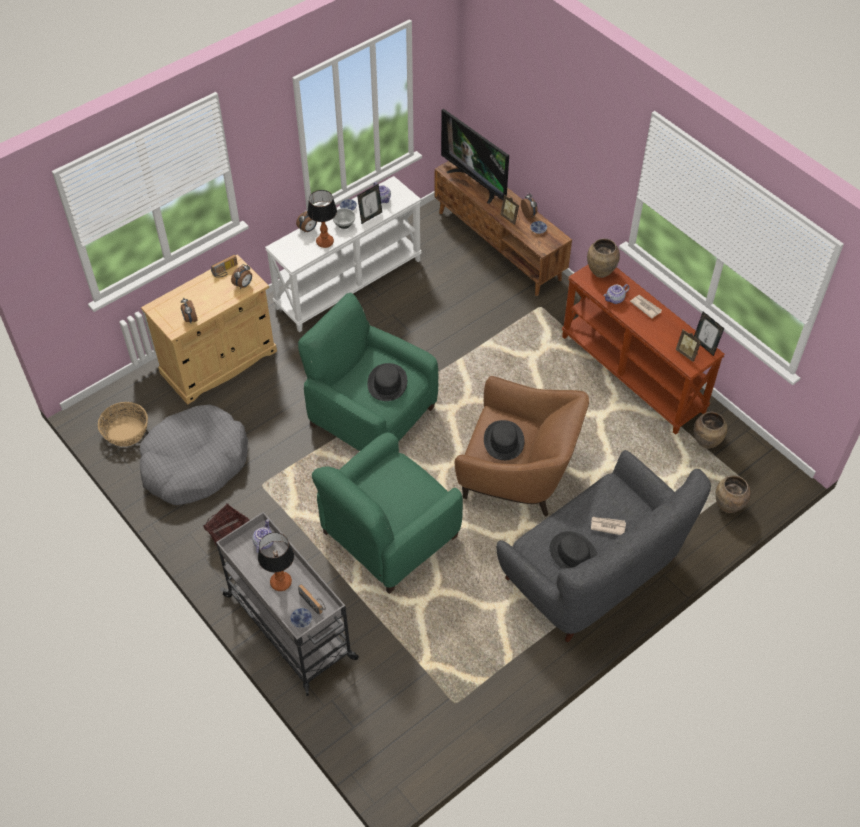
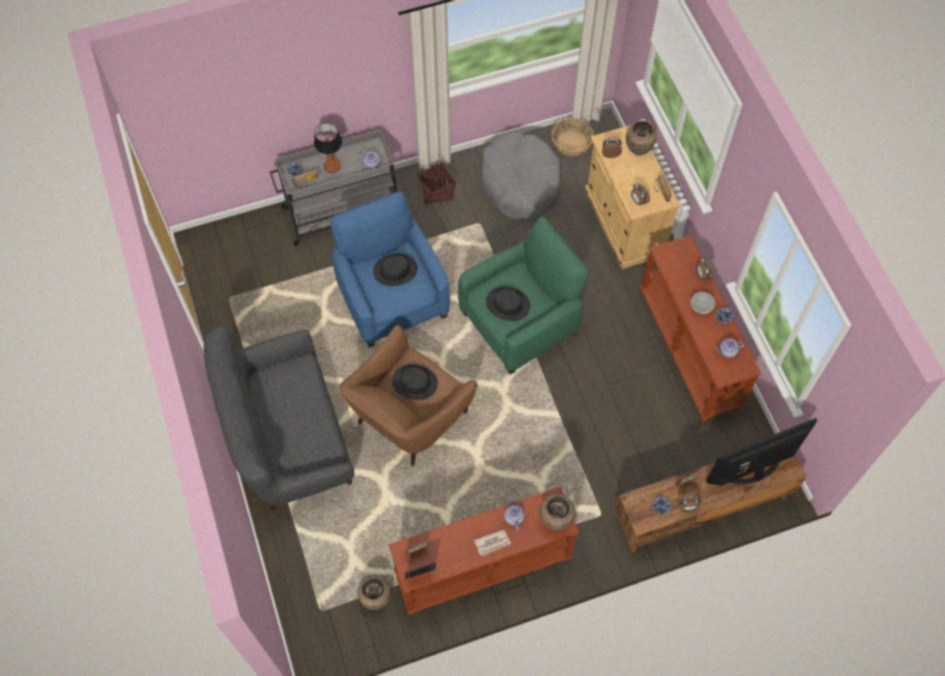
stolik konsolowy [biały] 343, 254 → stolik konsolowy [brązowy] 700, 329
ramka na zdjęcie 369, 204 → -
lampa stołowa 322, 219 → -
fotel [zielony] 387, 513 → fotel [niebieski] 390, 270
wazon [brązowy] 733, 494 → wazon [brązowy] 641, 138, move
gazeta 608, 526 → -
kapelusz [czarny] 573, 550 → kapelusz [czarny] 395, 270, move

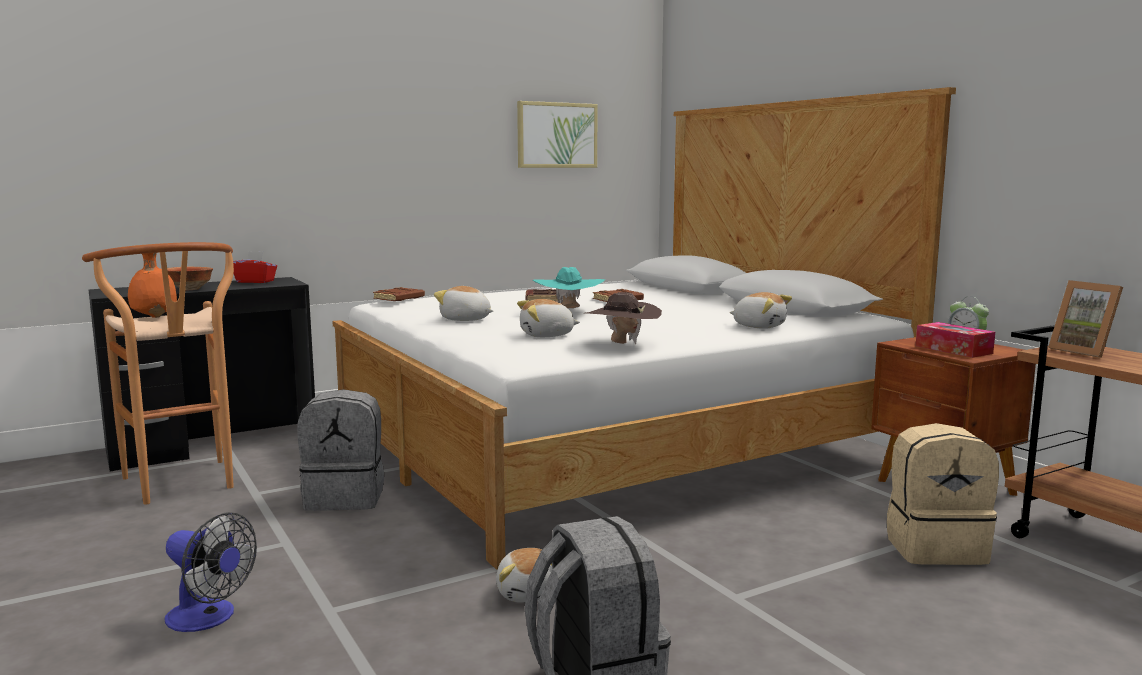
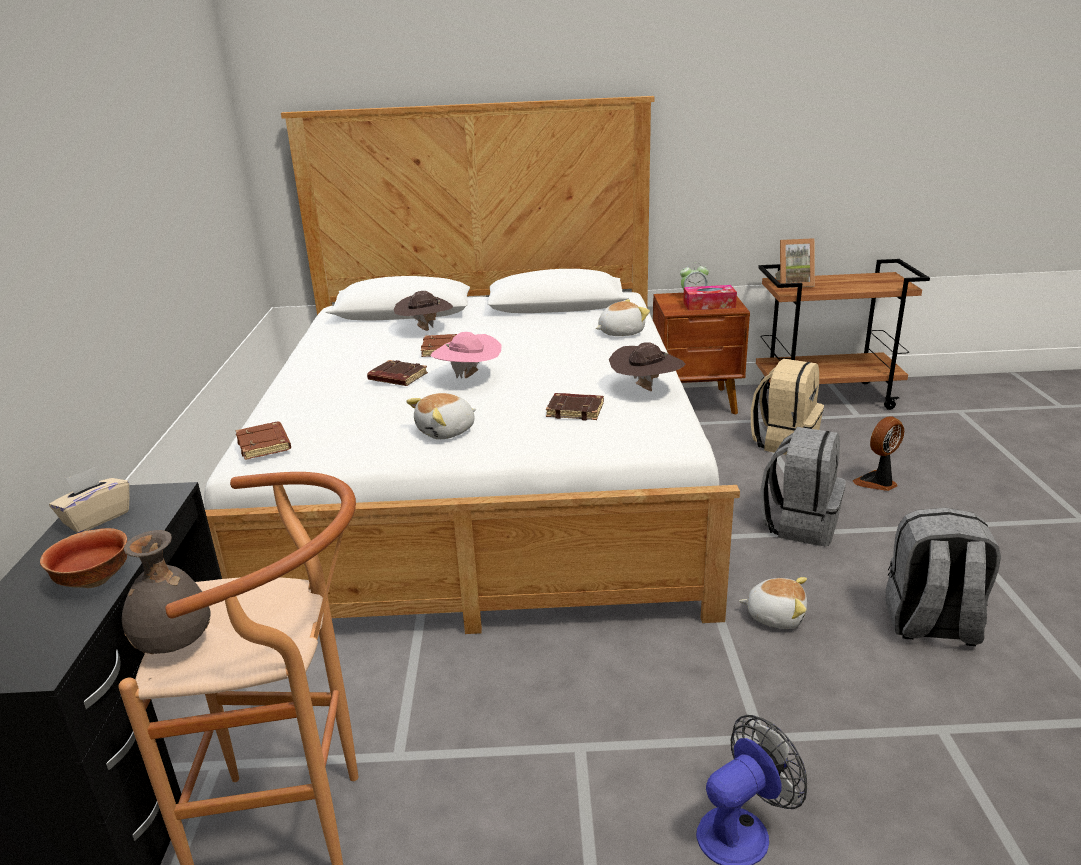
obraz 557, 134 → -
pudełko chusteczek [czerwony] 255, 267 → pudełko chusteczek [beżowy] 89, 500
wazon [pomarańczowy] 152, 285 → wazon [szary] 166, 592
kapelusz [turkusowy] 569, 287 → kapelusz [różowy] 465, 355
pluszak 548, 318 → książka [brązowy] 575, 407
plecak [szary] 340, 450 → plecak [szary] 803, 486, move
- → kapelusz [brązowy] 423, 311
- → wentylator 878, 453

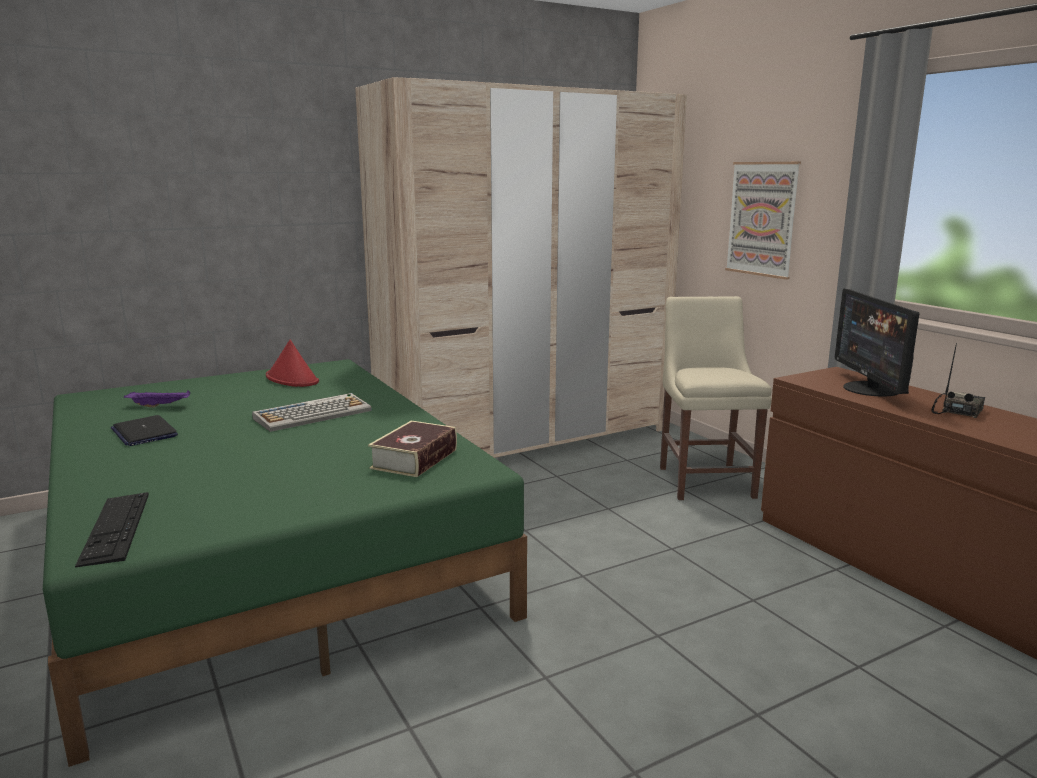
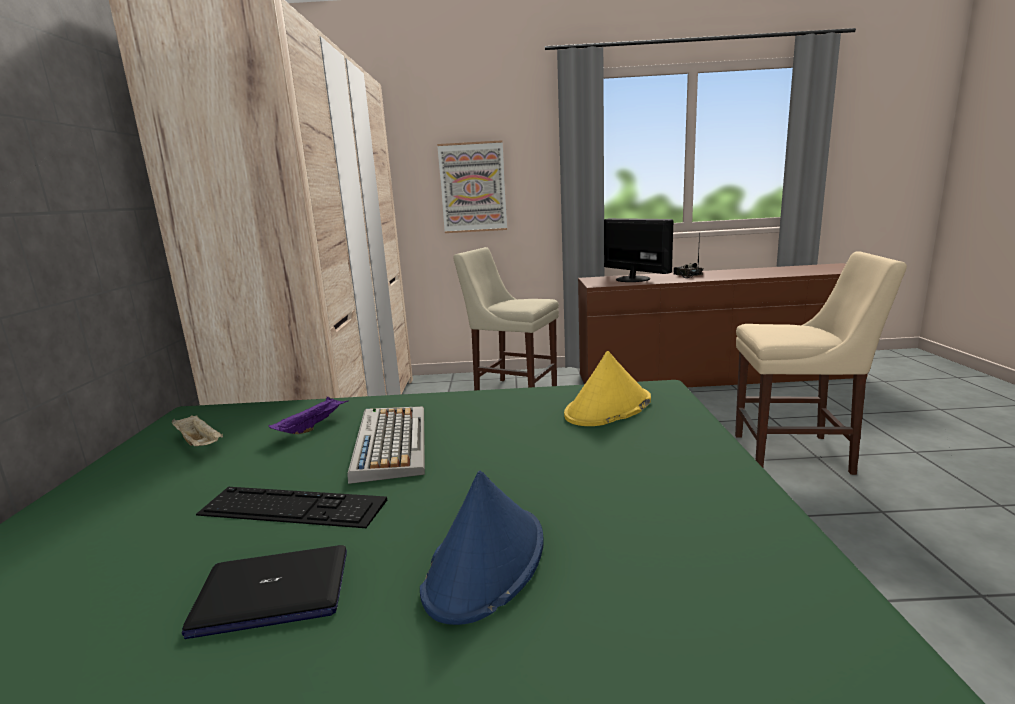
monitor 877, 343 → monitor 638, 250, 150 degrees counterclockwise
kapelusz [czerwony] 292, 363 → taca [beżowy] 197, 430
taca [fioletowy] 157, 398 → taca [fioletowy] 309, 415, move
książka 412, 449 → kapelusz [żółty] 607, 388
klawiatura 112, 529 → klawiatura 291, 507, move
- → krzesło [beżowy] 821, 363
- → kapelusz [niebieski] 482, 548

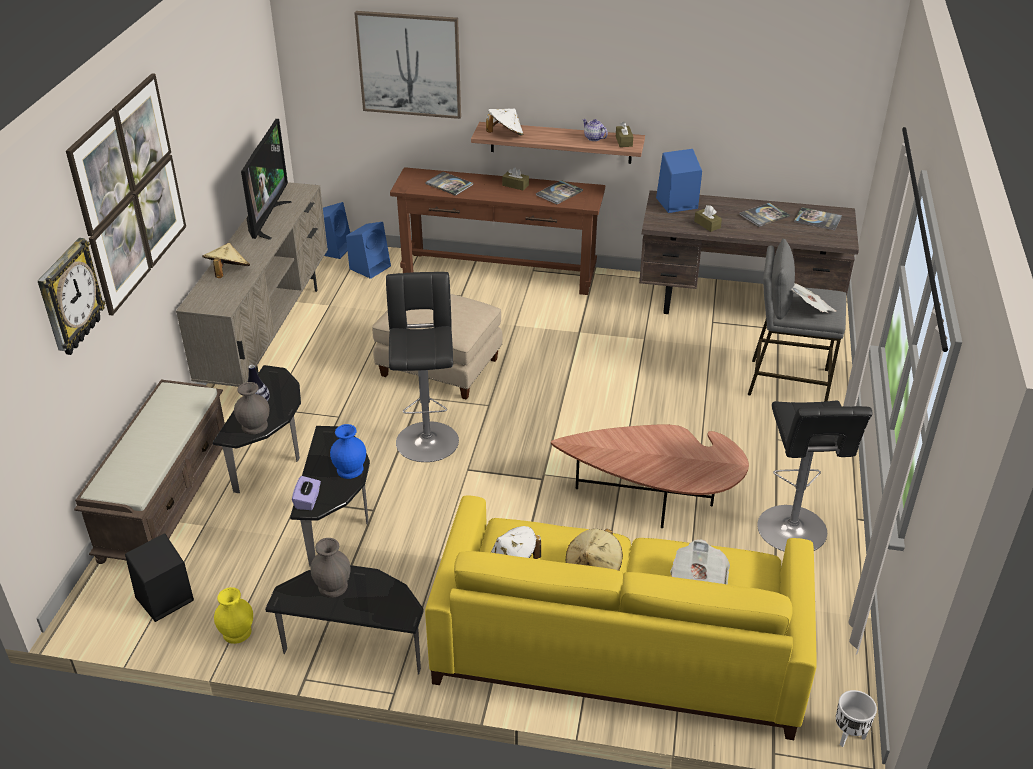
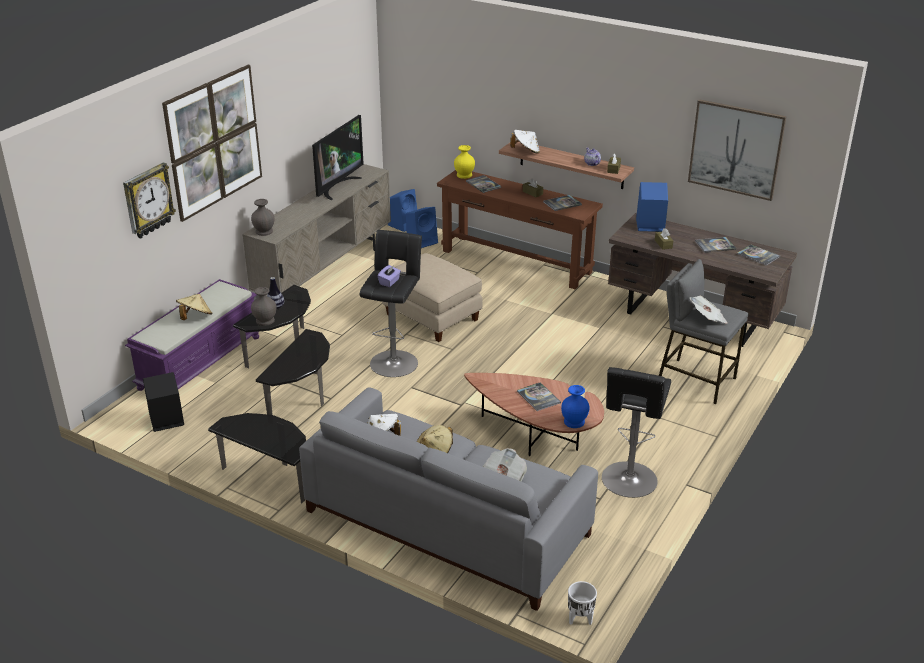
obraz 408, 65 → obraz 737, 150, move
kapelusz [beżowy] 226, 260 → kapelusz [beżowy] 194, 307, move
ławka [brązowy] 149, 472 → ławka [fioletowy] 192, 335
wazon [niebieski] 348, 451 → wazon [niebieski] 575, 406, move
pudełko chusteczek [fioletowy] 306, 493 → pudełko chusteczek [fioletowy] 389, 276, move
kanapa [żółty] 621, 618 → kanapa [szary] 448, 499
wazon [szary] 330, 568 → wazon [szary] 262, 217, move
wazon [żółty] 233, 615 → wazon [żółty] 464, 162, move
- → książka 539, 396

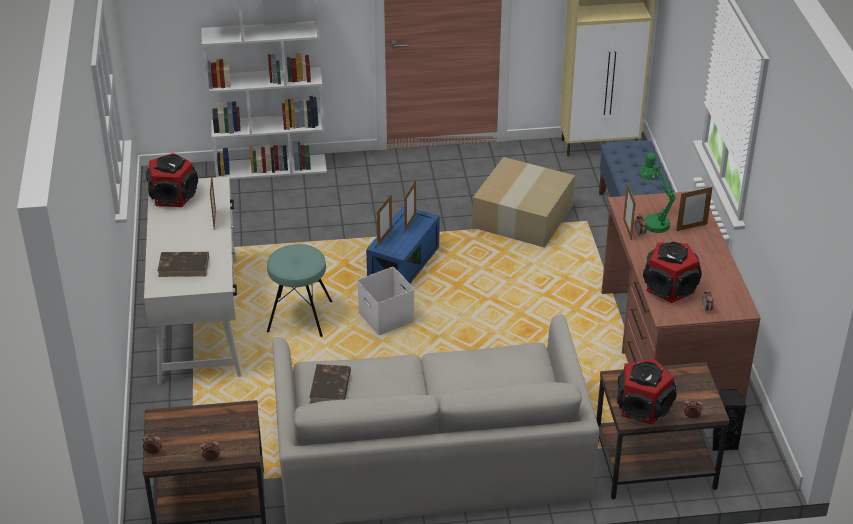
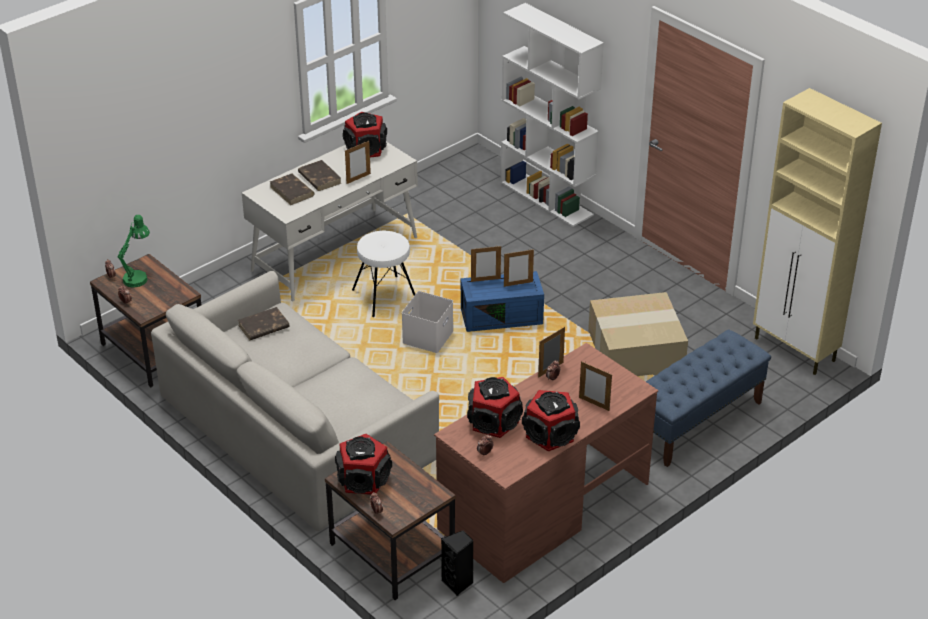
lampa stołowa [zielony] 657, 193 → lampa stołowa [zielony] 134, 251, move
stołek [turkusowy] 300, 290 → stołek [biały] 383, 274
- → książka [brązowy] 319, 175
- → głośnik 551, 420

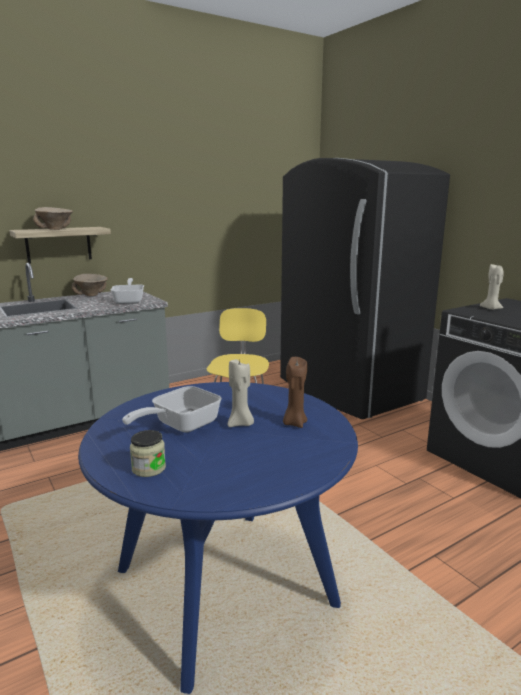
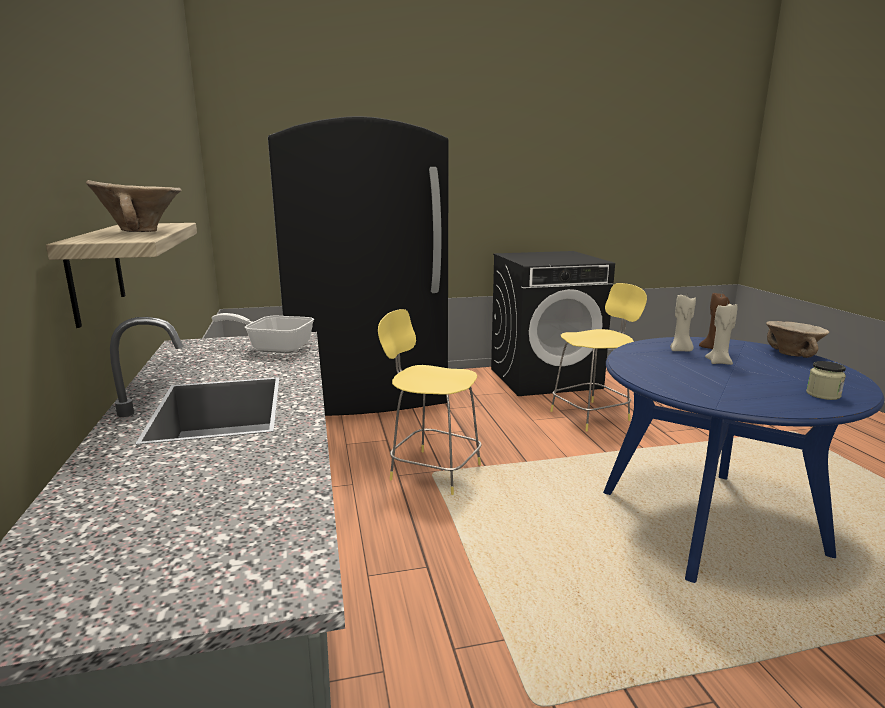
świeca [beżowy] 492, 287 → świeca [beżowy] 683, 323, move
miska [beżowy] 90, 285 → miska [beżowy] 797, 339, move
patelnia 172, 409 → -
- → stołek [żółty] 598, 357

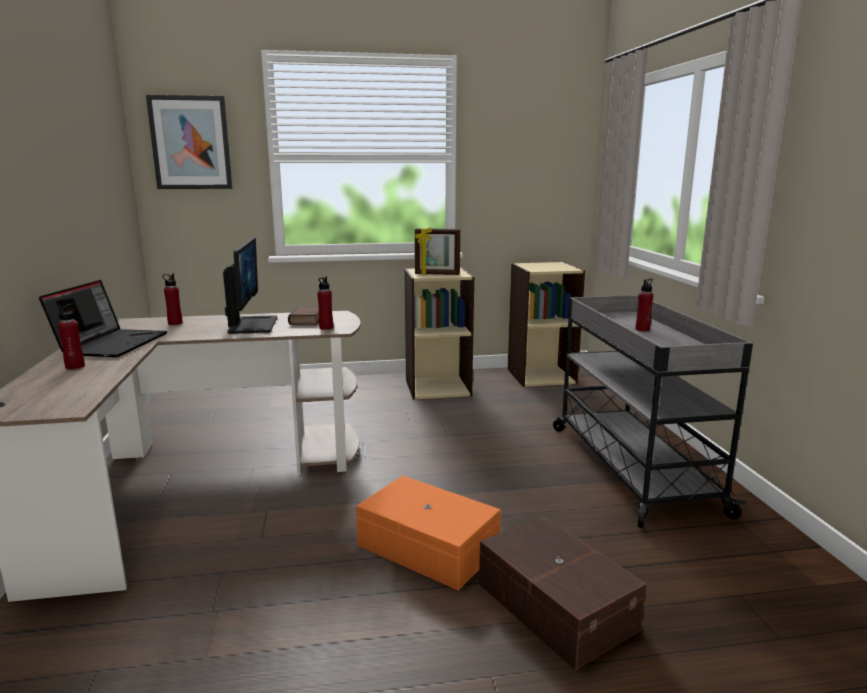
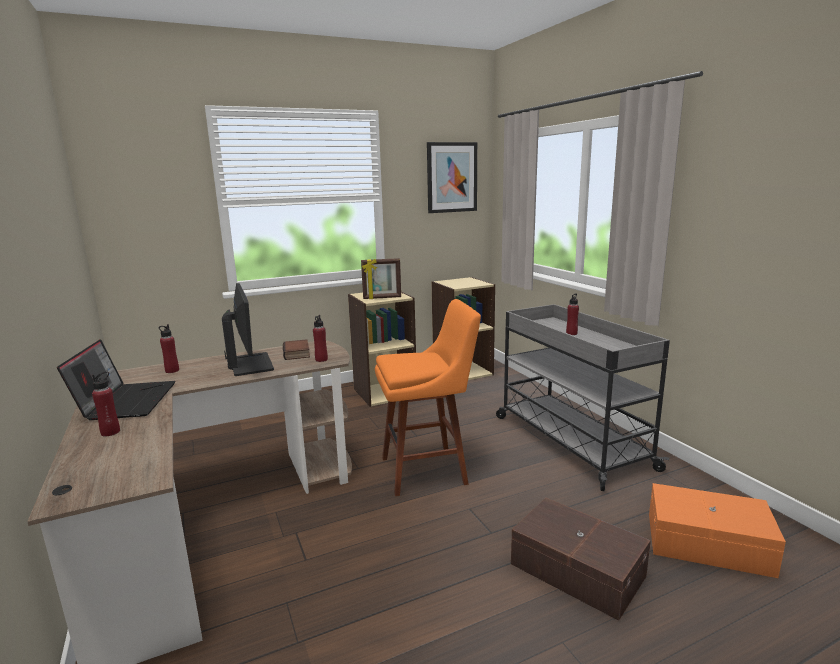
obraz 189, 142 → obraz 452, 177, move
pojemnik do przechowywania [pomarańczowy] 428, 533 → pojemnik do przechowywania [pomarańczowy] 717, 530, move
- → stołek [pomarańczowy] 428, 397

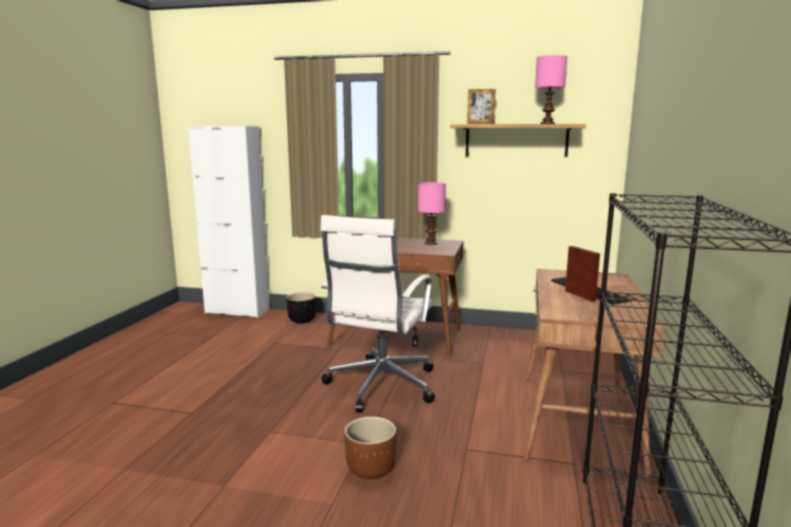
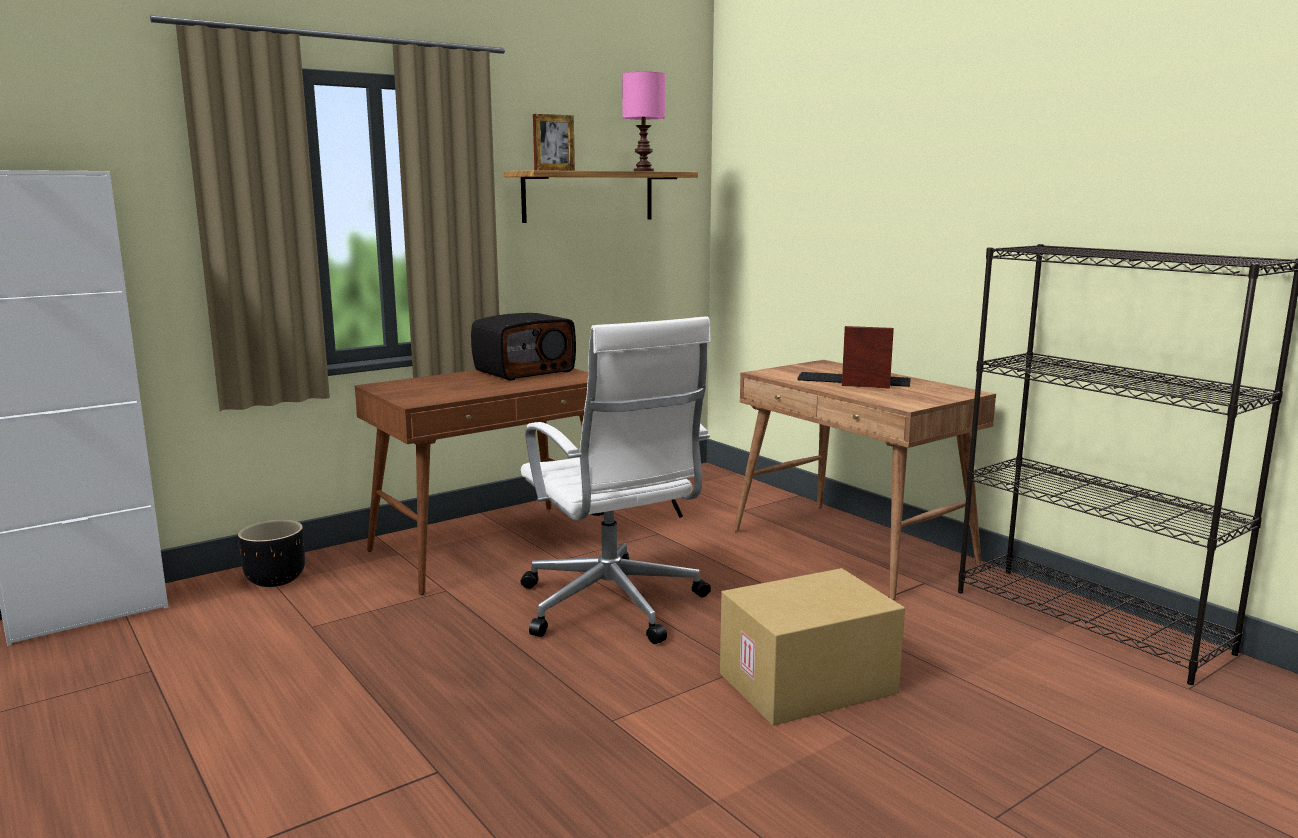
lampa stołowa [różowy] 432, 213 → radio 523, 347
donica [brązowy] 370, 447 → karton 812, 647

